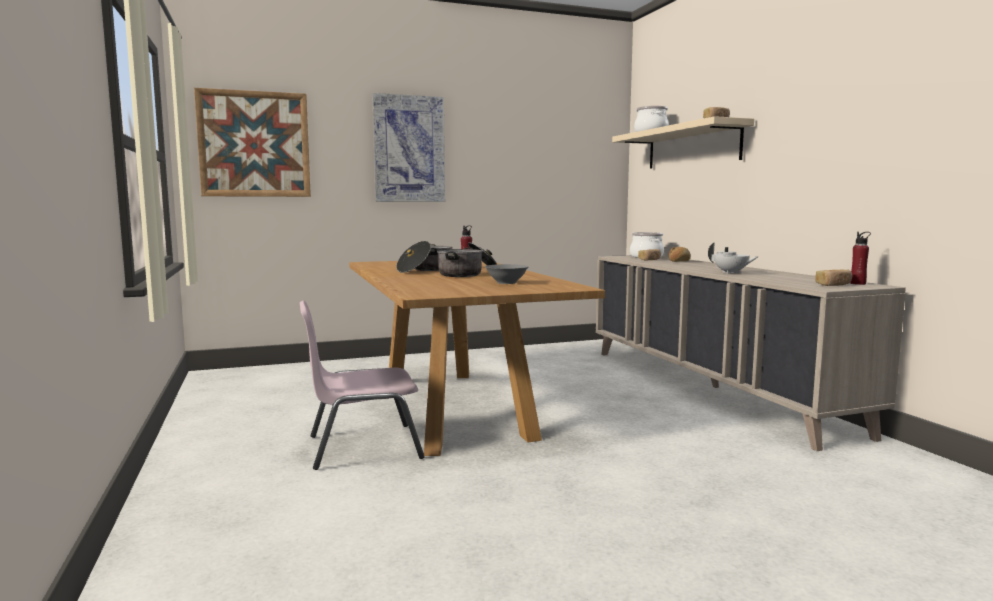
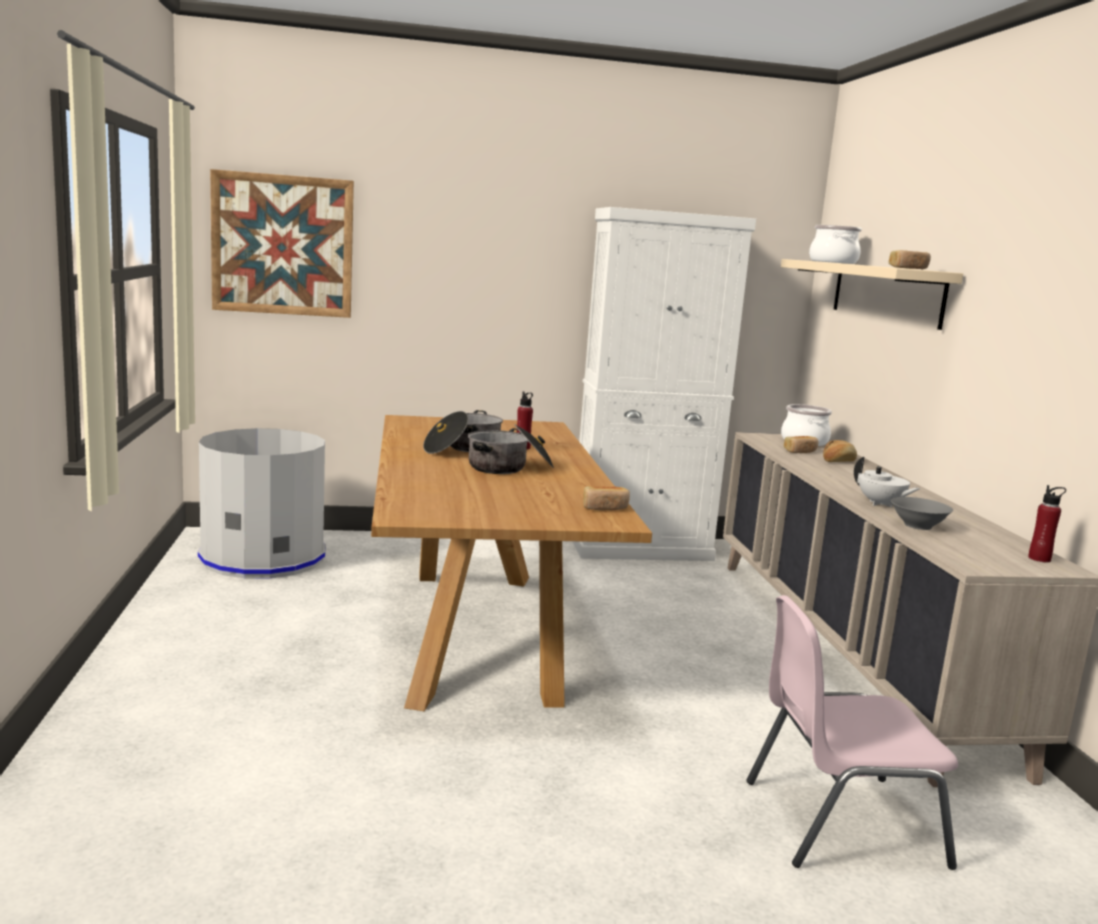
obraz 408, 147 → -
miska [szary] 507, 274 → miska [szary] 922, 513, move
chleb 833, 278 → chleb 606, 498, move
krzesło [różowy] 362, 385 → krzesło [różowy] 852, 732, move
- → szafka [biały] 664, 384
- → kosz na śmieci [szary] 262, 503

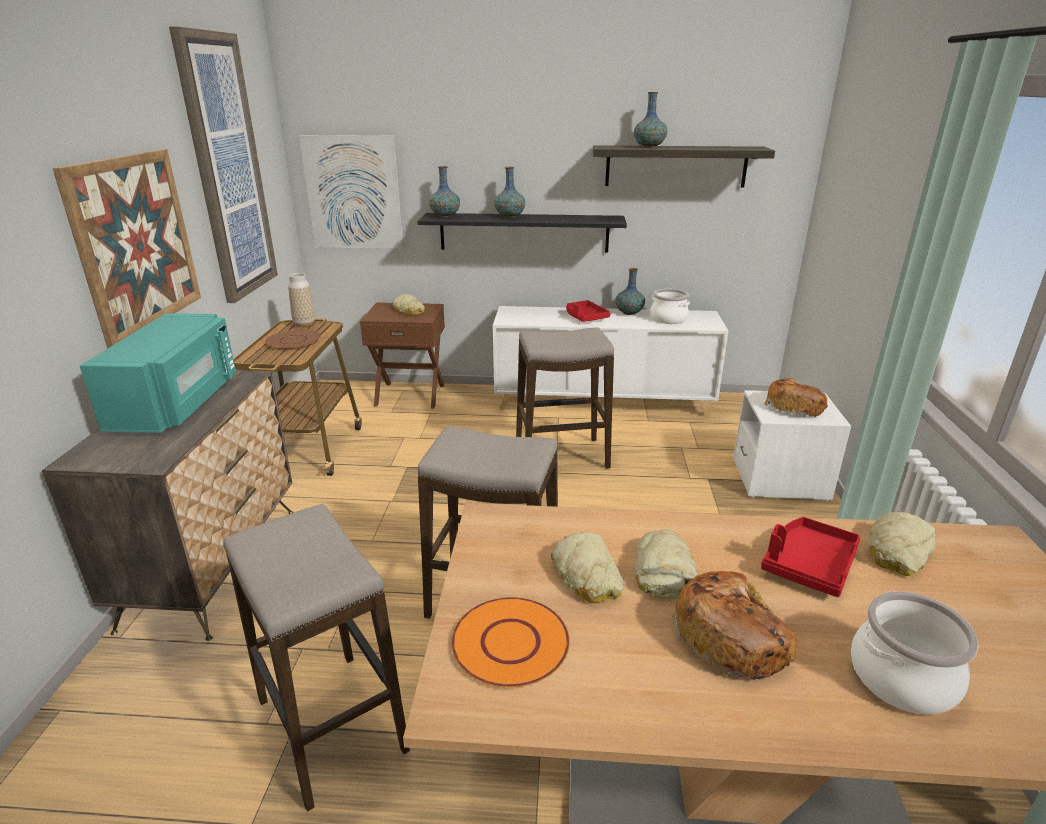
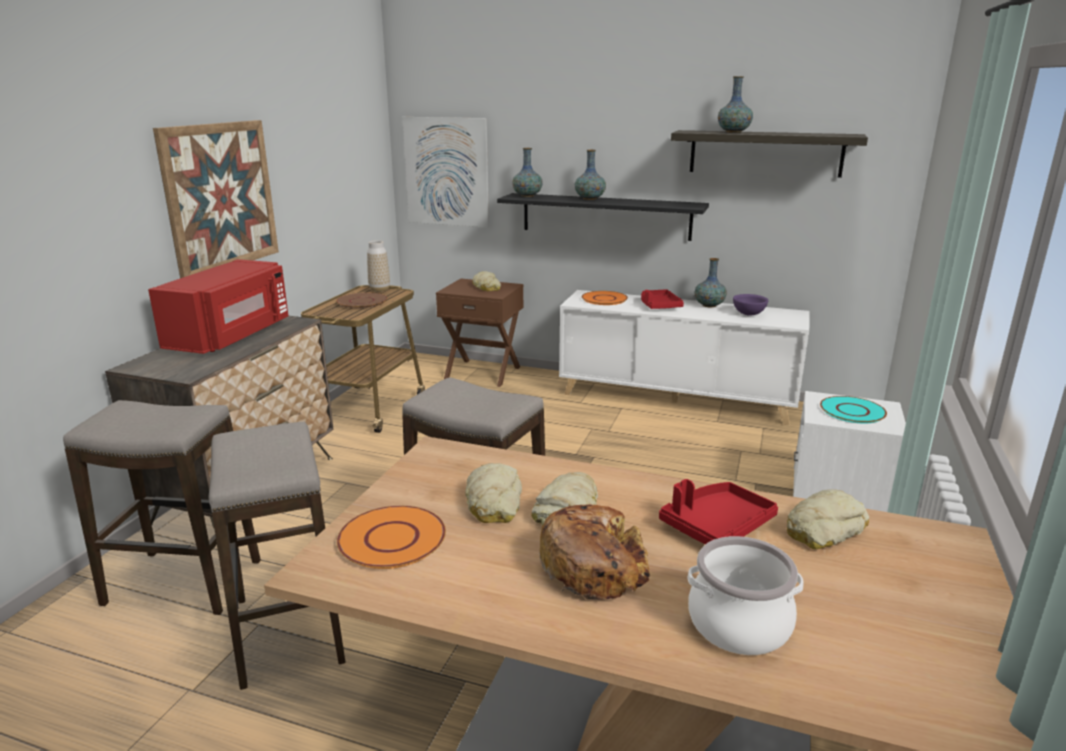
obraz 223, 165 → -
garnek 670, 306 → miska [fioletowy] 750, 305
mikrofalówka [turkusowy] 158, 373 → mikrofalówka [czerwony] 218, 306
stołek 565, 398 → stołek 162, 507, move
chleb 796, 398 → talerz [turkusowy] 853, 409
- → talerz [pomarańczowy] 604, 298

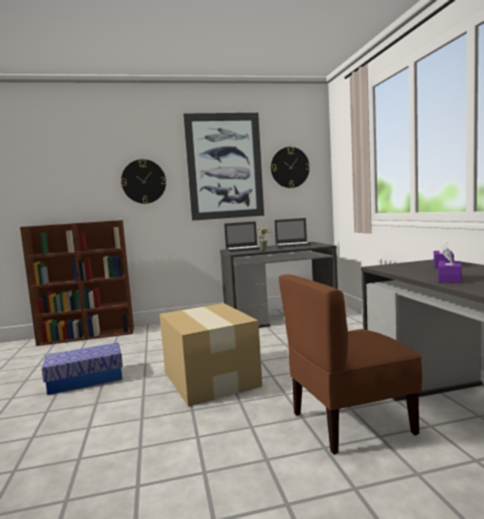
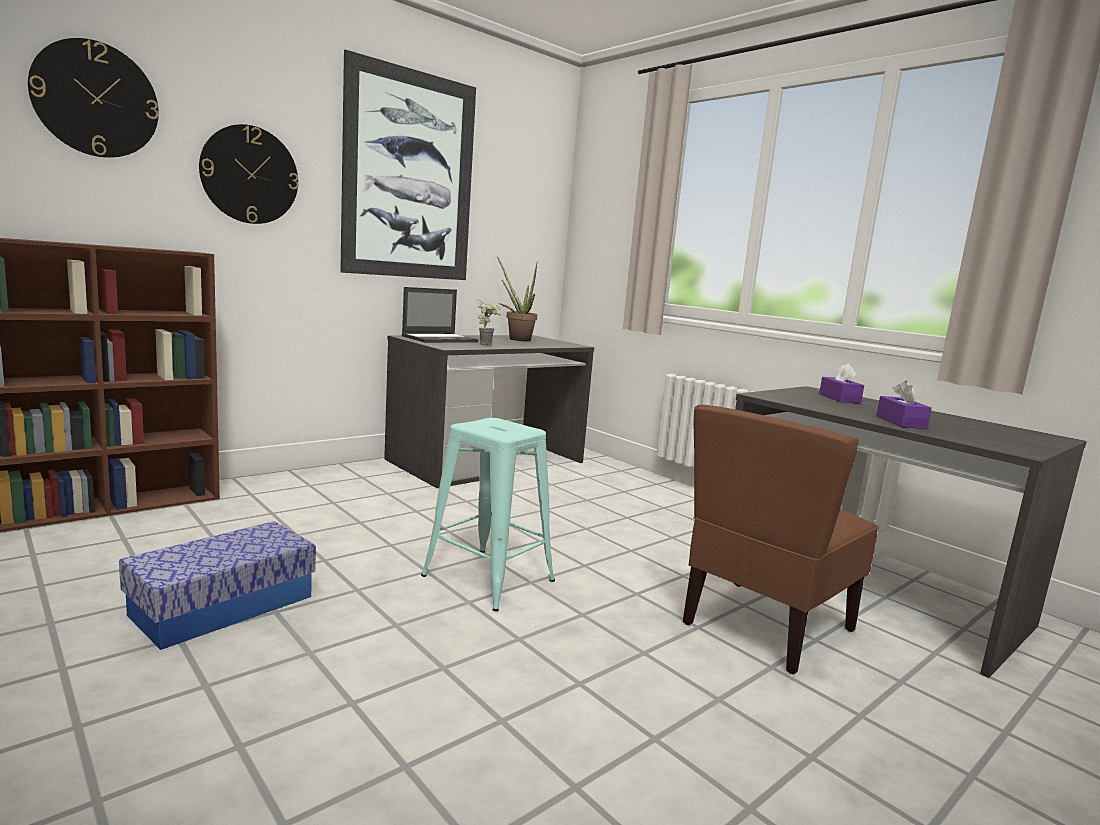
zegar ścienny 290, 167 → zegar ścienny 93, 98, move
laptop 292, 232 → roślina doniczkowa 517, 299
karton 211, 355 → stołek [turkusowy] 488, 514

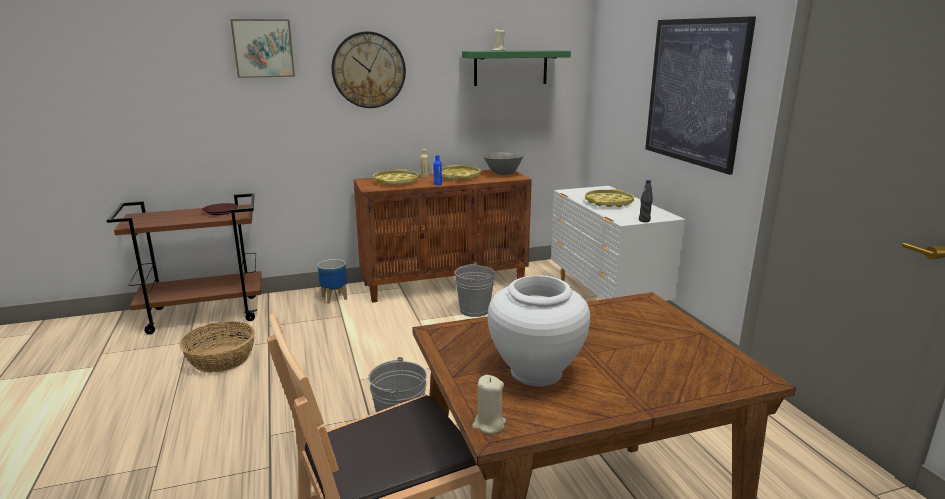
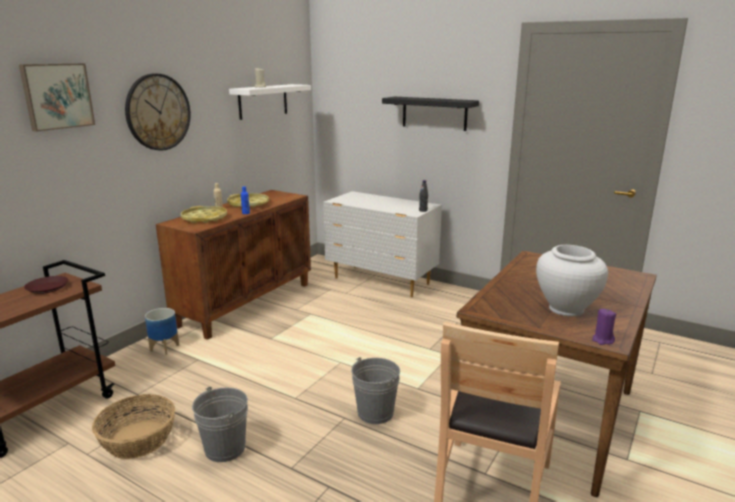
obraz 700, 95 → półka [czarny] 430, 114
półka [zielony] 516, 68 → półka [biały] 270, 102
miska [szary] 503, 163 → -
taca [żółty] 609, 198 → -
wiadro [szary] 475, 289 → wiadro [szary] 220, 424, move
świeca [beżowy] 489, 404 → świeca [fioletowy] 604, 327

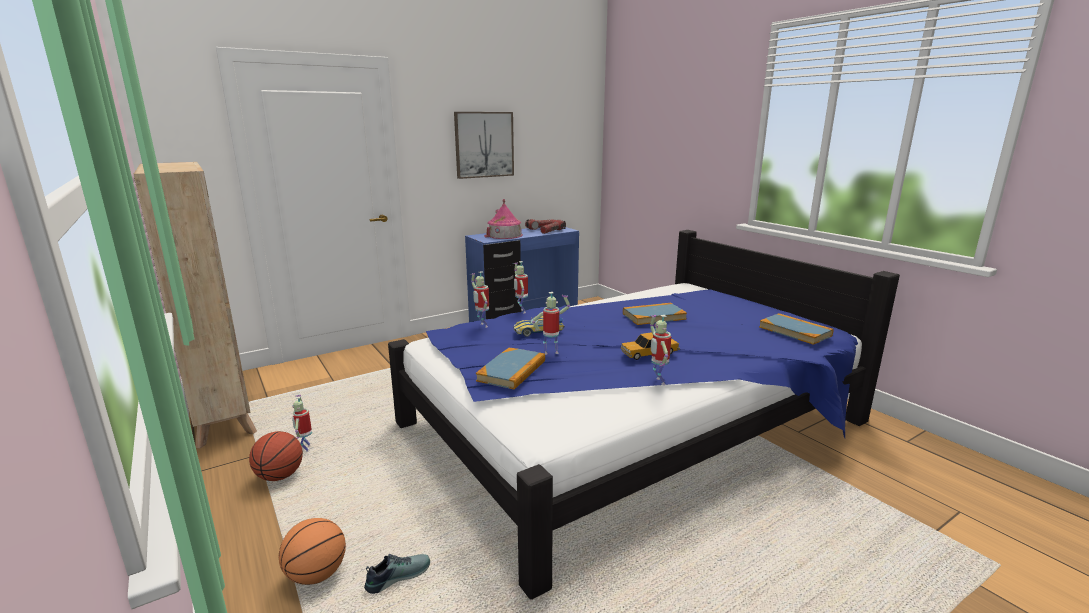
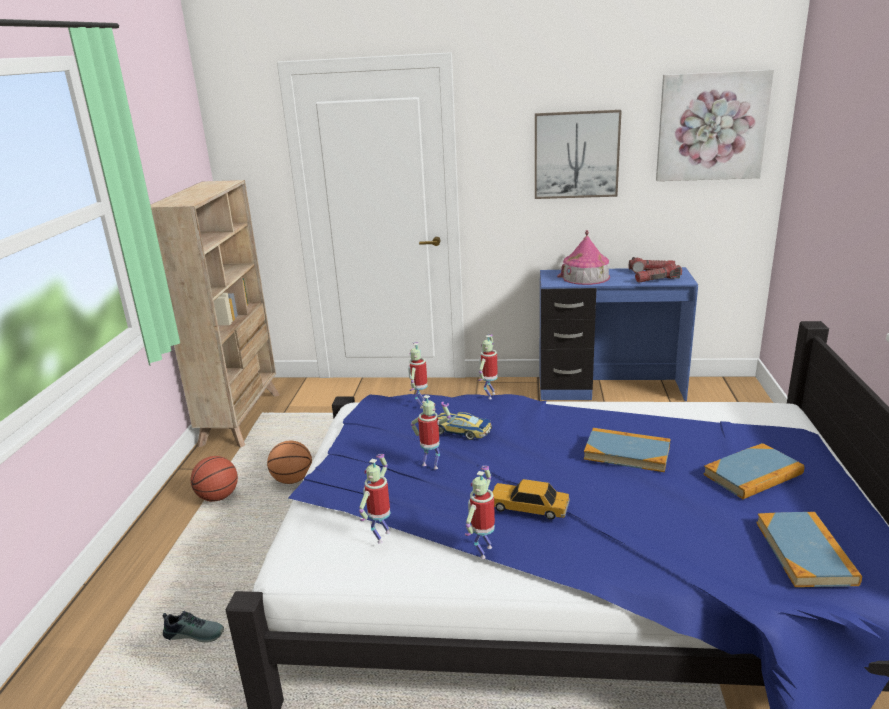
książka 510, 369 → książka 753, 471, move
robot zabawkowy 302, 423 → robot zabawkowy 375, 499, move
piłka do koszykówki 312, 551 → piłka do koszykówki 289, 462, move
- → obraz 715, 125

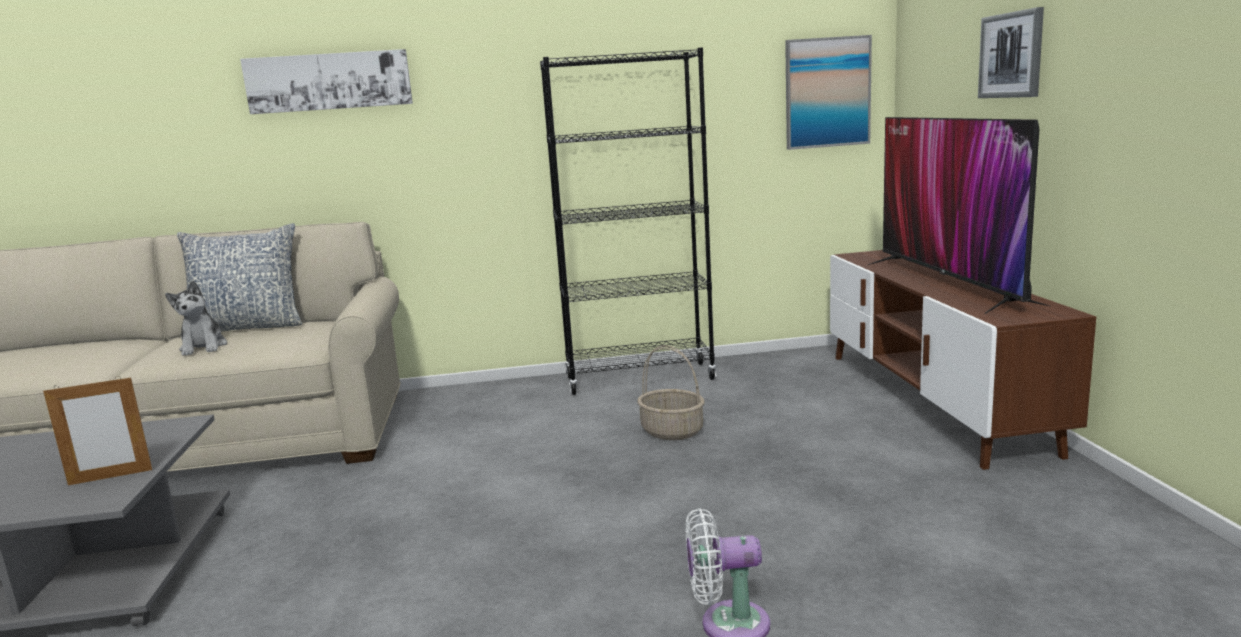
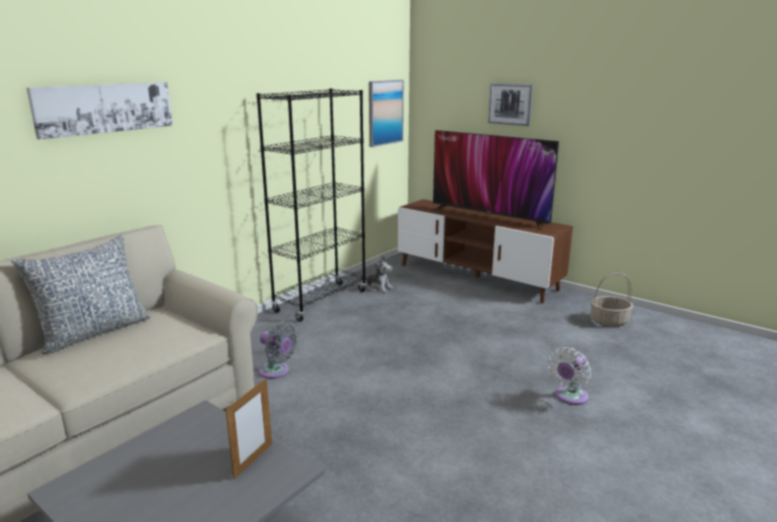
pluszak 196, 318 → pluszak 379, 274, move
koszyk 671, 392 → koszyk 611, 299, move
- → wentylator [szary] 278, 351

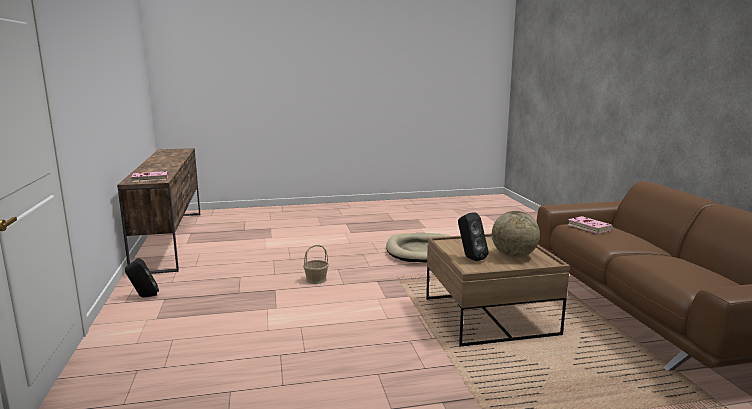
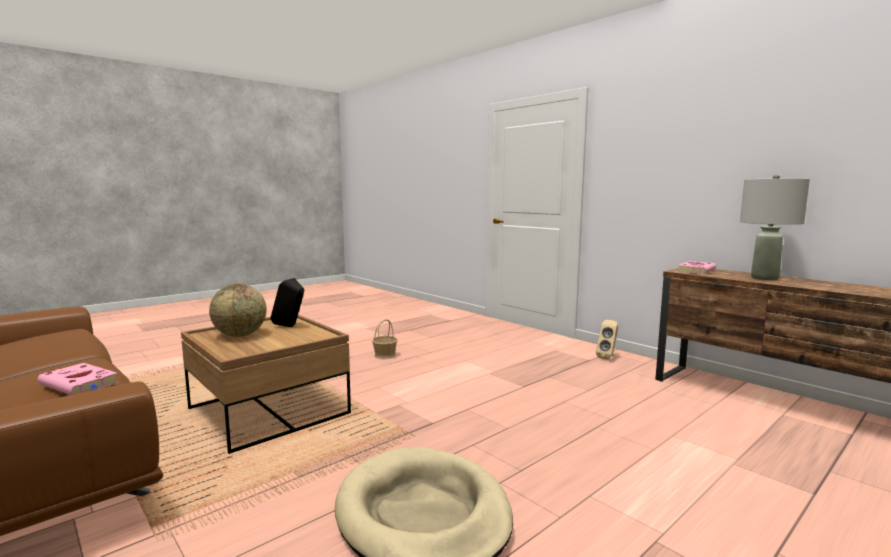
koszyk 316, 264 → koszyk 385, 339, move
głośnik [czarny] 142, 278 → głośnik [beżowy] 607, 340
- → lampa stołowa [szary] 775, 227

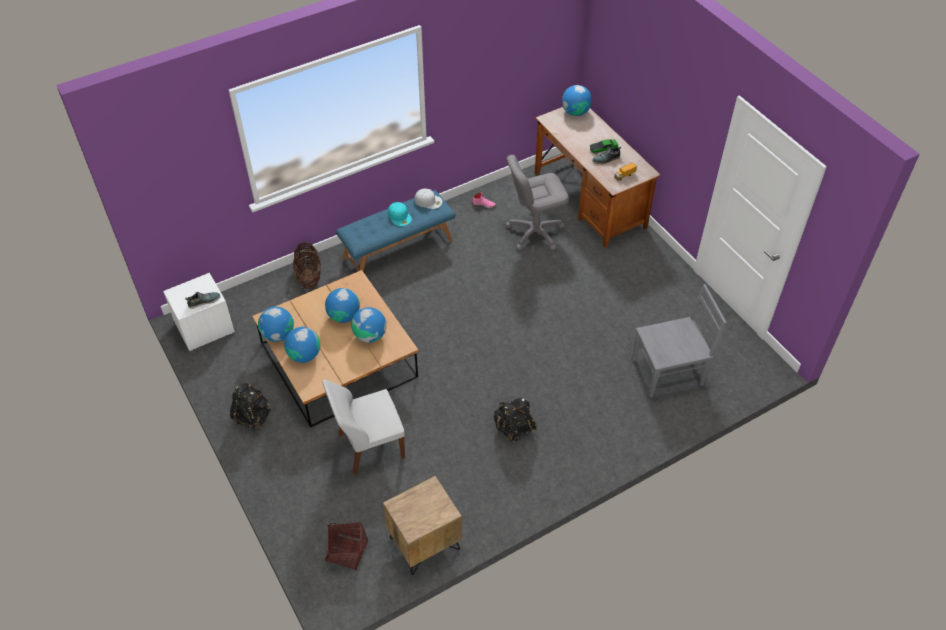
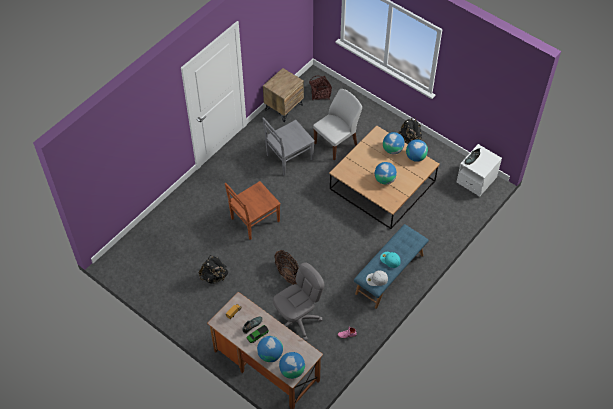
koszyk 307, 265 → koszyk 287, 267, move
krzesło [szary] 679, 340 → krzesło [szary] 289, 146, move
globus 369, 325 → globus 270, 349, move
plecak [czarny] 515, 420 → plecak [czarny] 213, 269, move
- → krzesło [brązowy] 253, 210

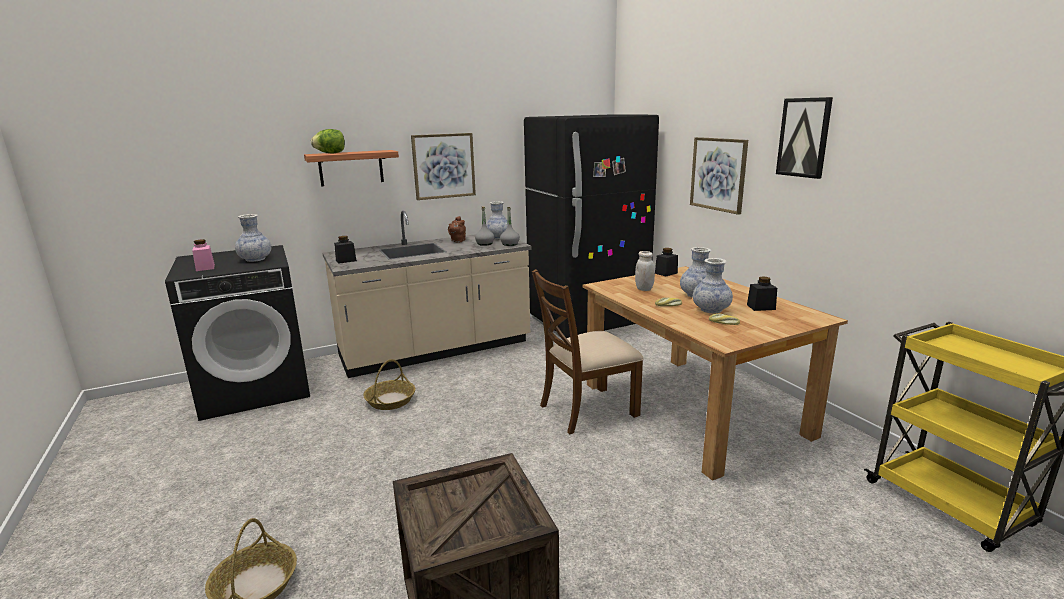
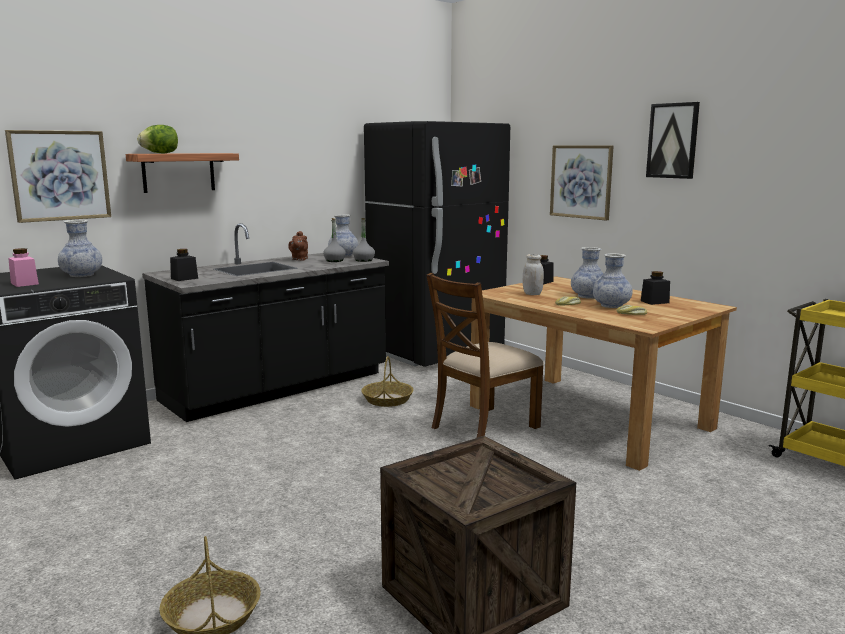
obraz 443, 166 → obraz 58, 176, move
zabudowa kuchenna [beżowy] 426, 294 → zabudowa kuchenna [czarny] 265, 322
koszyk 389, 384 → koszyk 387, 381, move

